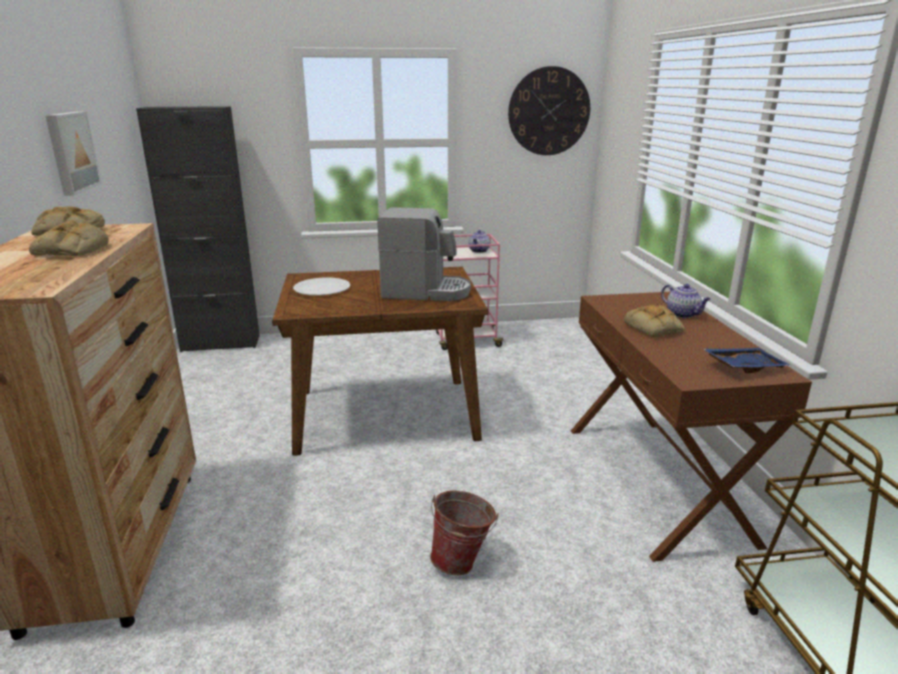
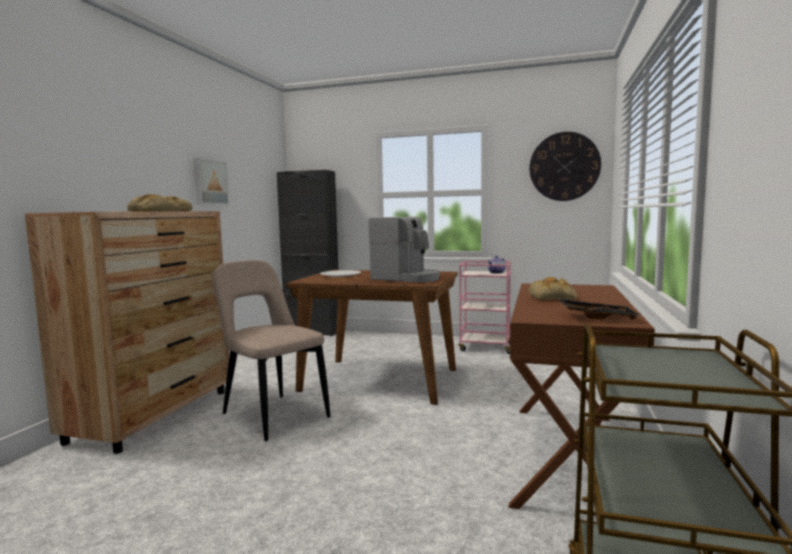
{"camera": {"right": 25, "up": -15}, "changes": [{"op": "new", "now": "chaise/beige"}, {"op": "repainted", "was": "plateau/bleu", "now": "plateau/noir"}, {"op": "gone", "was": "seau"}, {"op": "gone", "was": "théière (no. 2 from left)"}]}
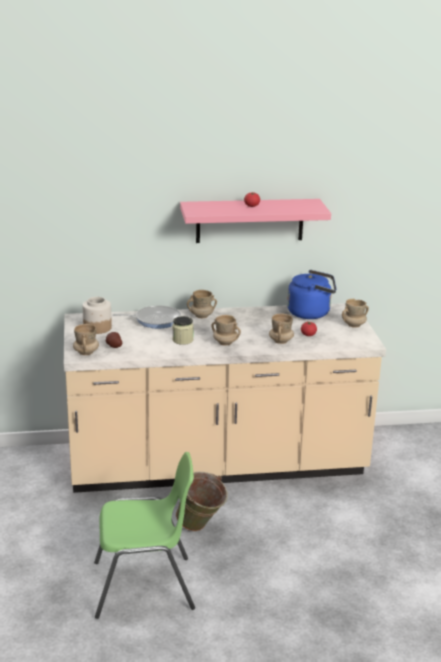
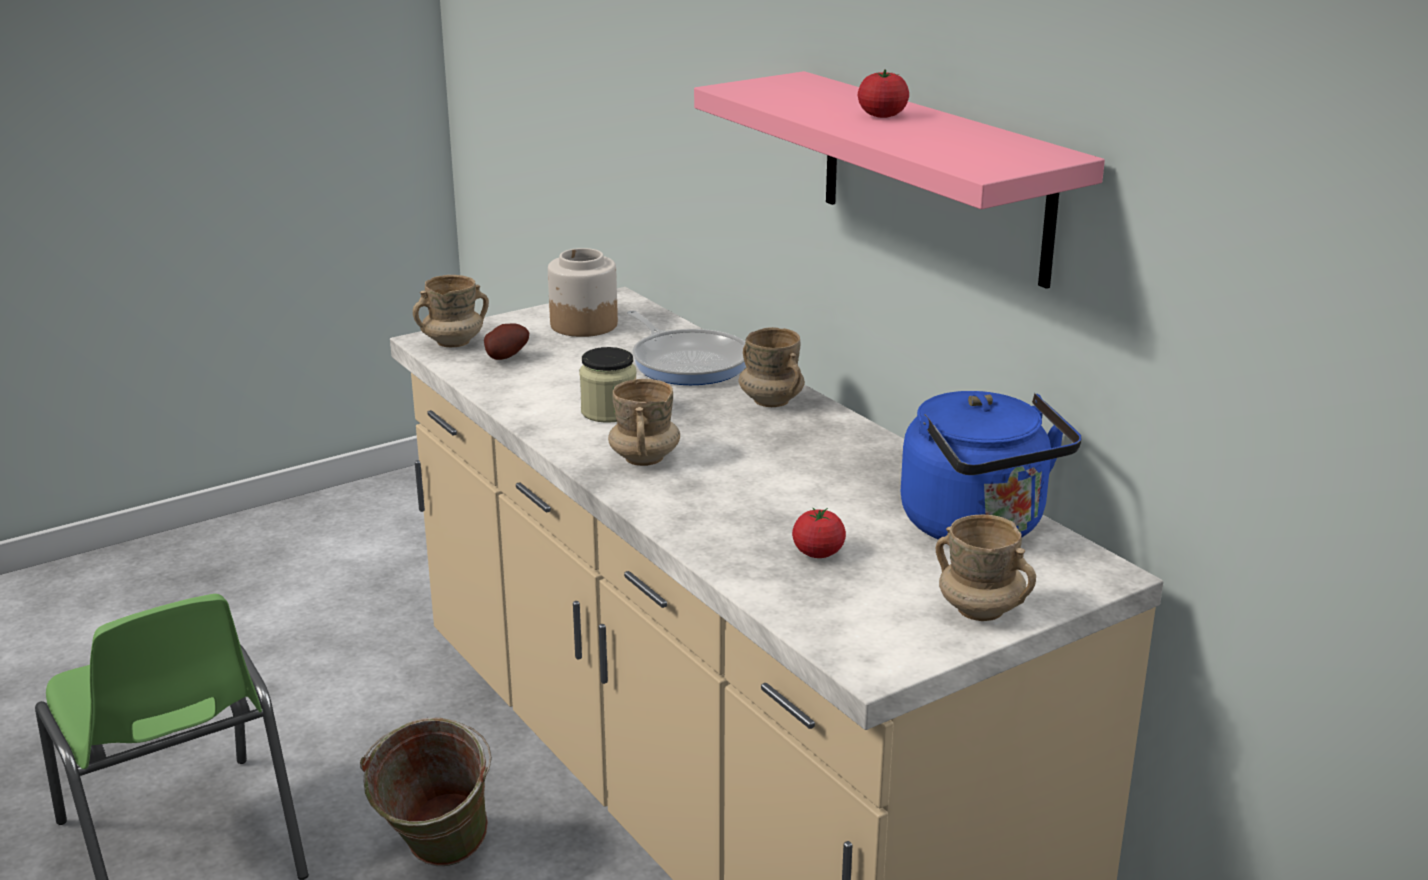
{"camera": {"right": 65, "up": 0}, "changes": [{"op": "gone", "was": "mug/beige (no. 4 from left)"}]}
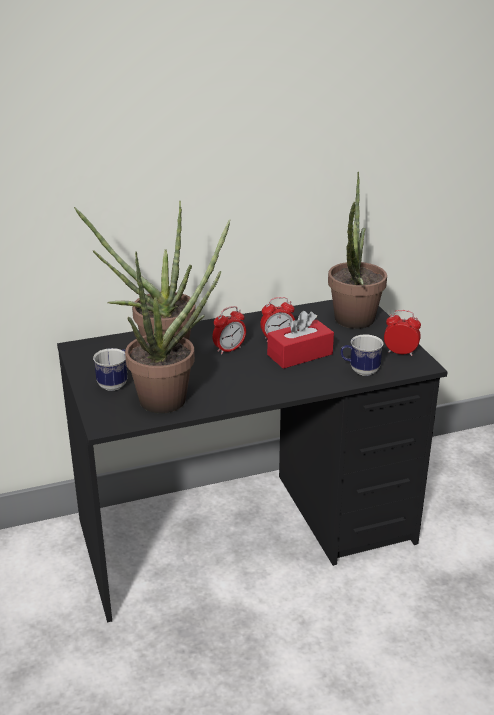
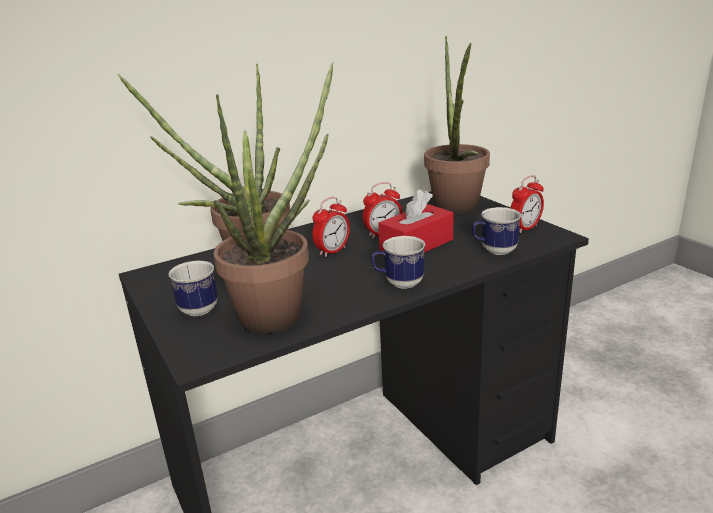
{"camera": {"right": -10, "up": -5}, "changes": [{"op": "new", "now": "mug (no. 2 from left)"}, {"op": "rotated", "was": "réveil (no. 3 from left)", "clockwise": 135}]}
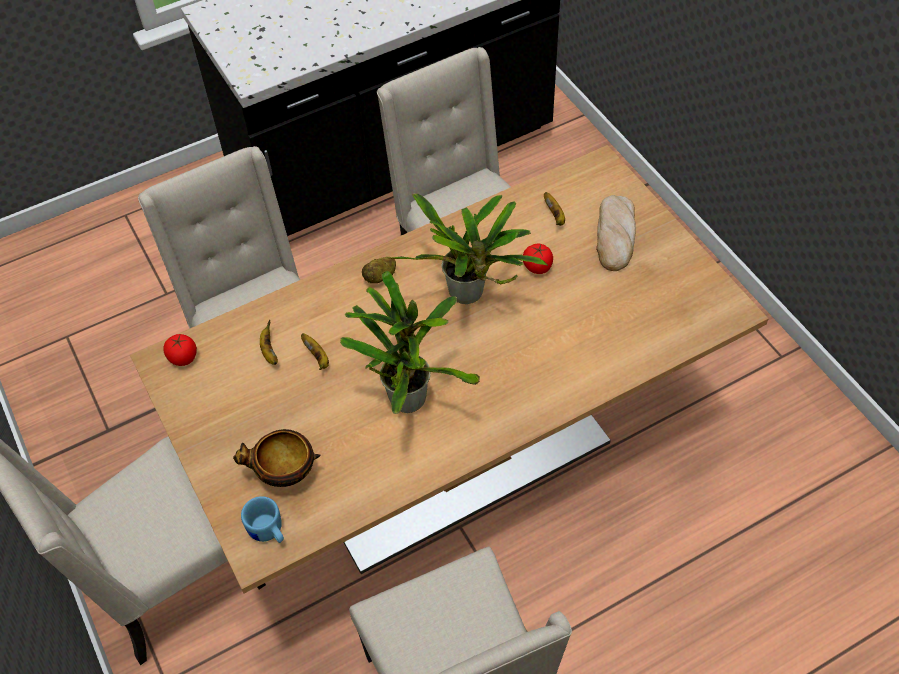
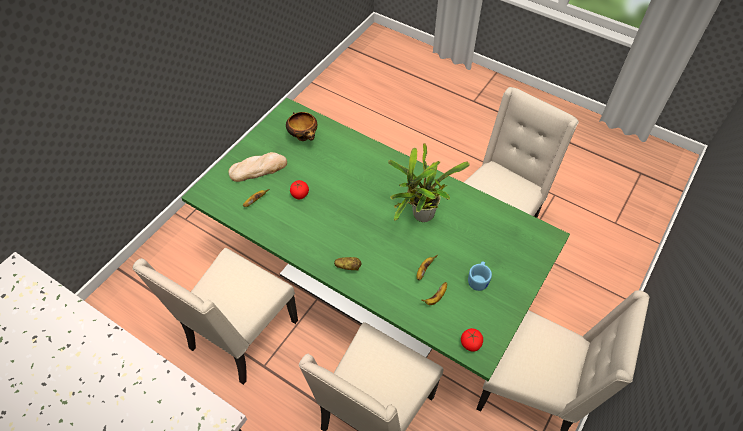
{"camera": {"right": -120, "up": 0}, "changes": [{"op": "repainted", "was": "table à manger/beige", "now": "table à manger/vert"}, {"op": "shifted", "was": "bol"}, {"op": "shifted", "was": "mug/bleu"}, {"op": "gone", "was": "plante en pot (no. 2 from left)"}]}
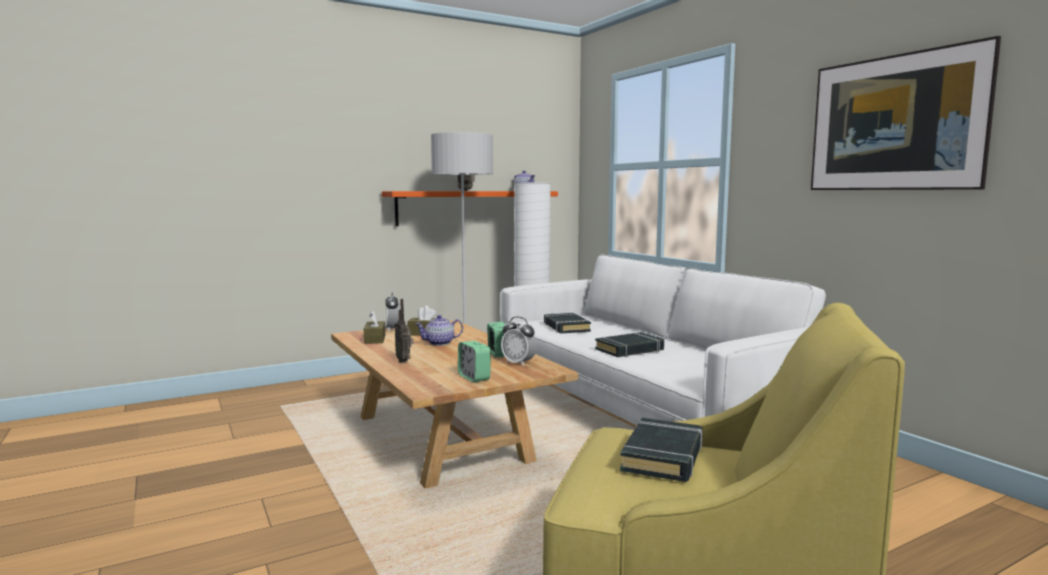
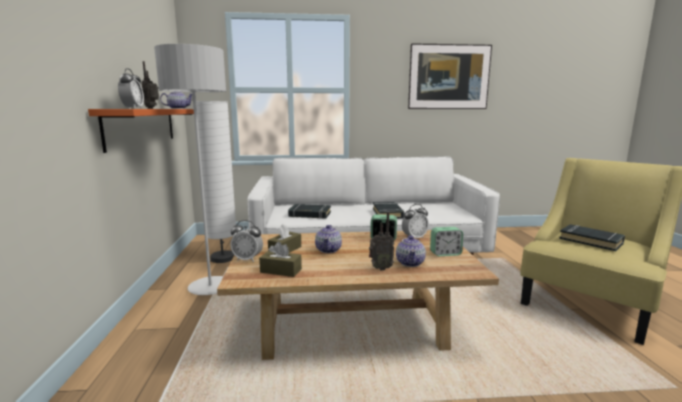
{"camera": {"right": -65, "up": 5}, "changes": [{"op": "new", "now": "réveil (no. 1 from left)"}, {"op": "new", "now": "théière (no. 3 from left)"}]}
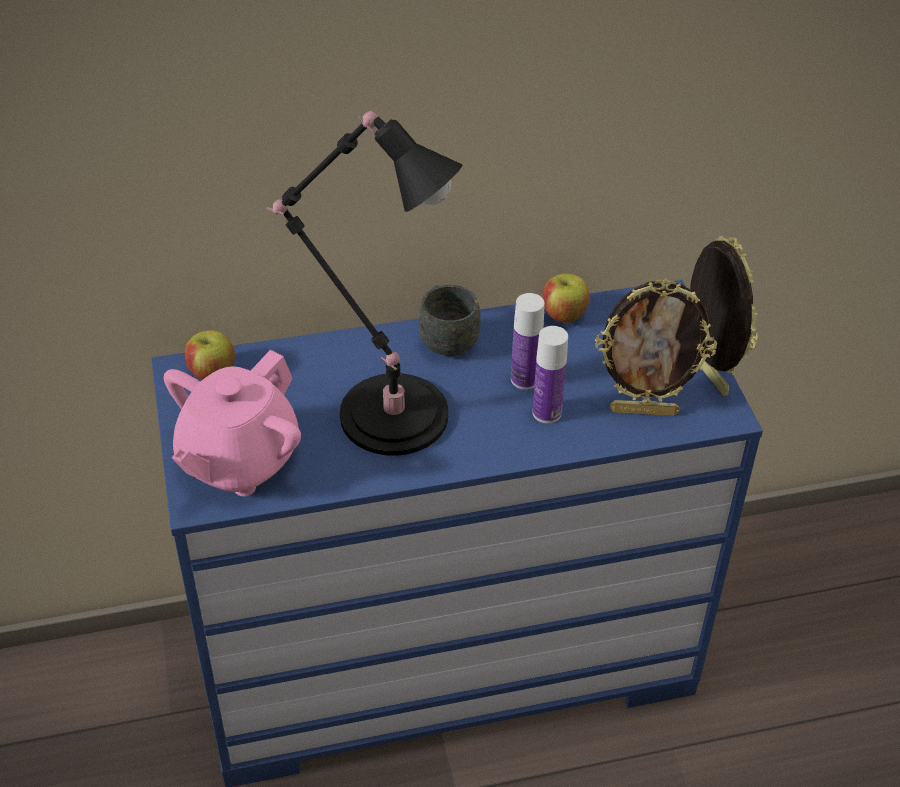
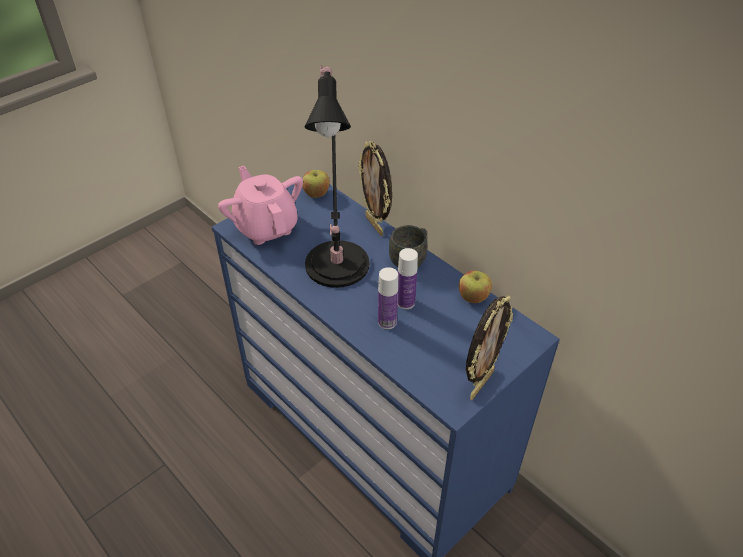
{"camera": {"right": 60, "up": 0}, "changes": [{"op": "rotated", "was": "théière/rose", "clockwise": 60}, {"op": "shifted", "was": "cadre photo (no. 1 from left)"}]}
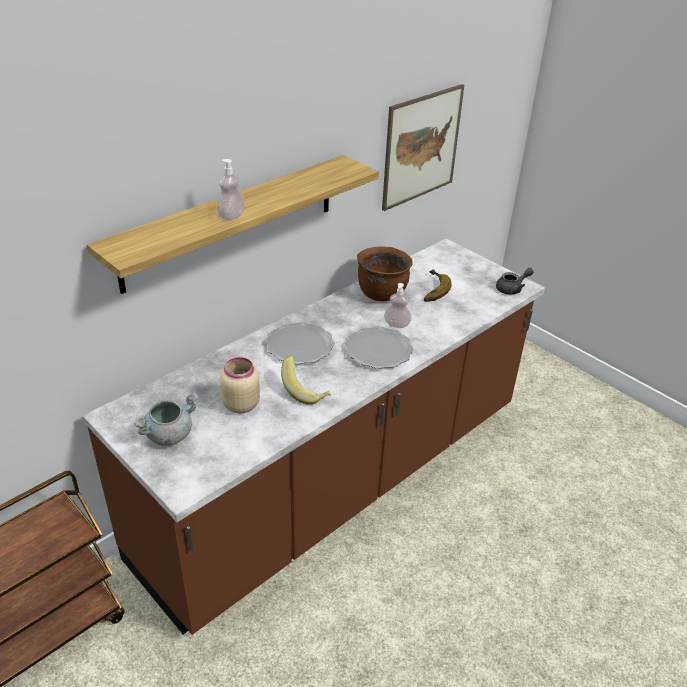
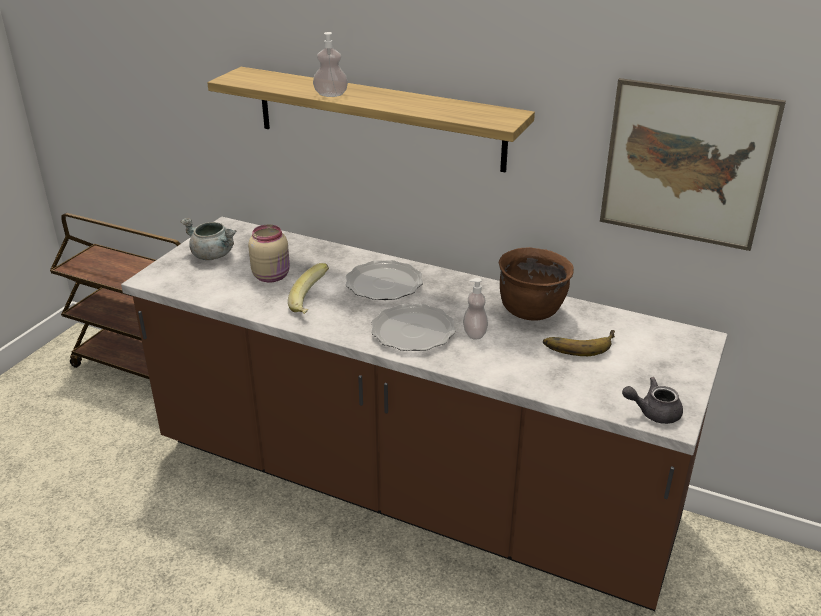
{"camera": {"right": 70, "up": -5}, "changes": [{"op": "rotated", "was": "théière/gris", "clockwise": 135}]}
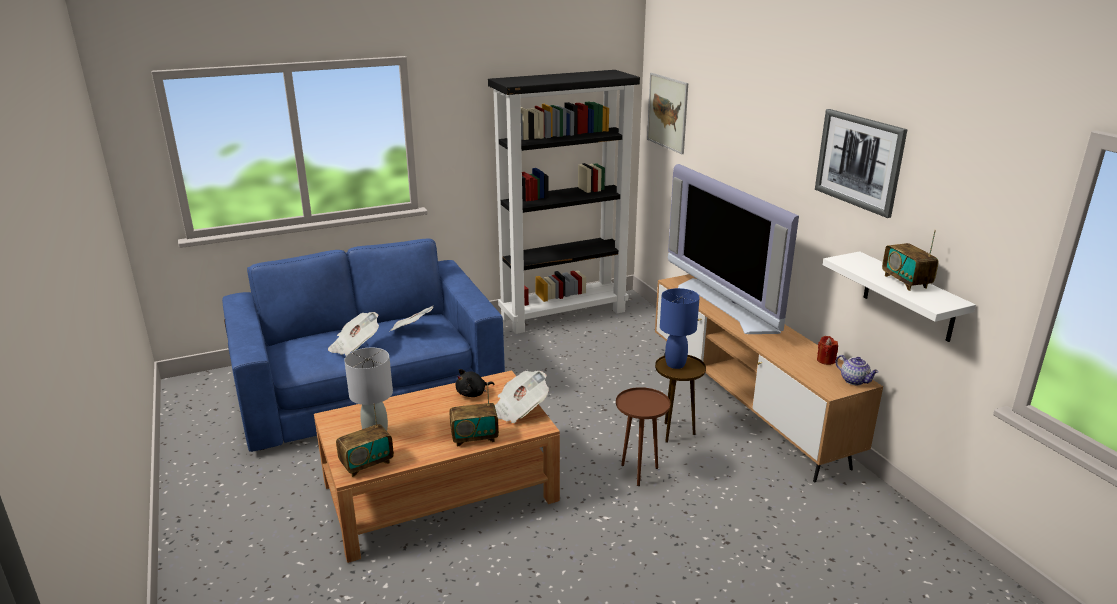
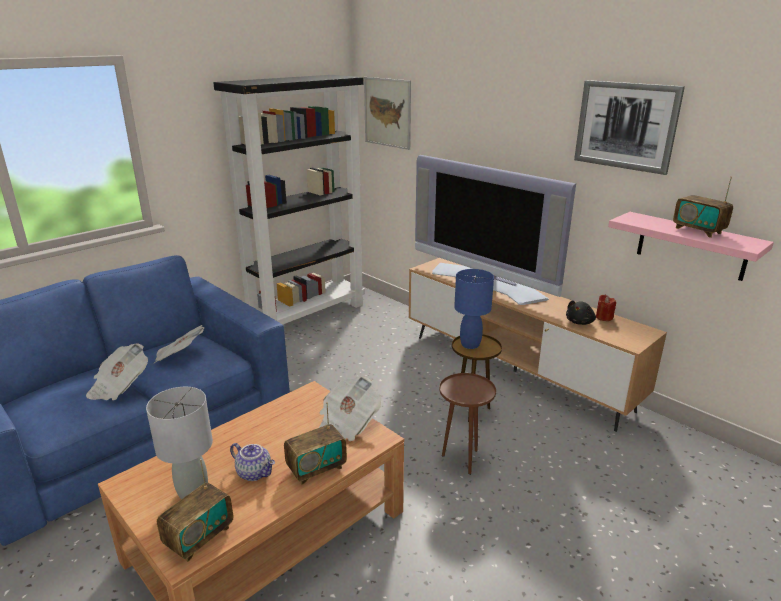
{"camera": {"right": -20, "up": 0}, "changes": [{"op": "shifted", "was": "théière"}, {"op": "shifted", "was": "peluche/noir"}, {"op": "repainted", "was": "étagère/blanc", "now": "étagère/rose"}]}
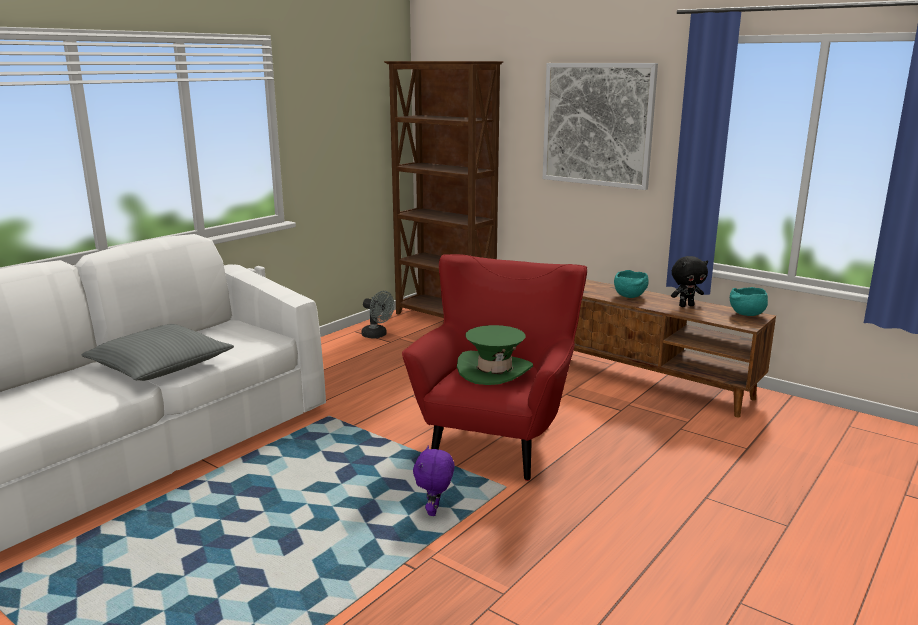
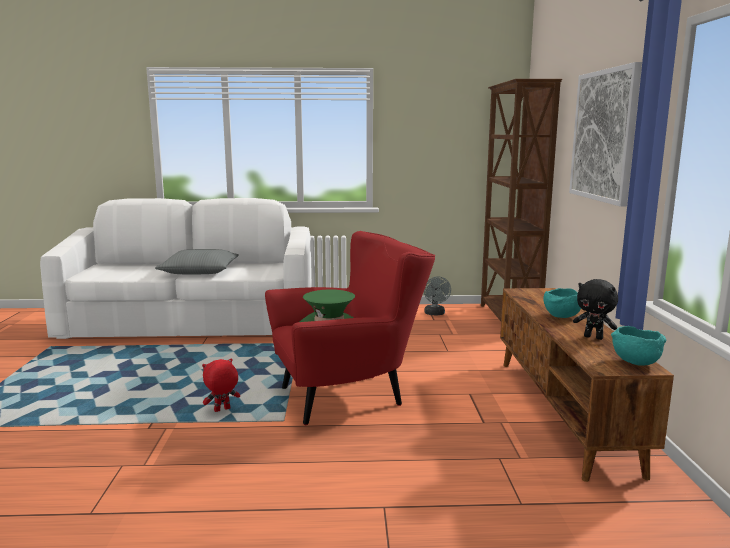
{"camera": {"right": 50, "up": -5}, "changes": [{"op": "repainted", "was": "peluche/violet", "now": "peluche/rouge"}]}
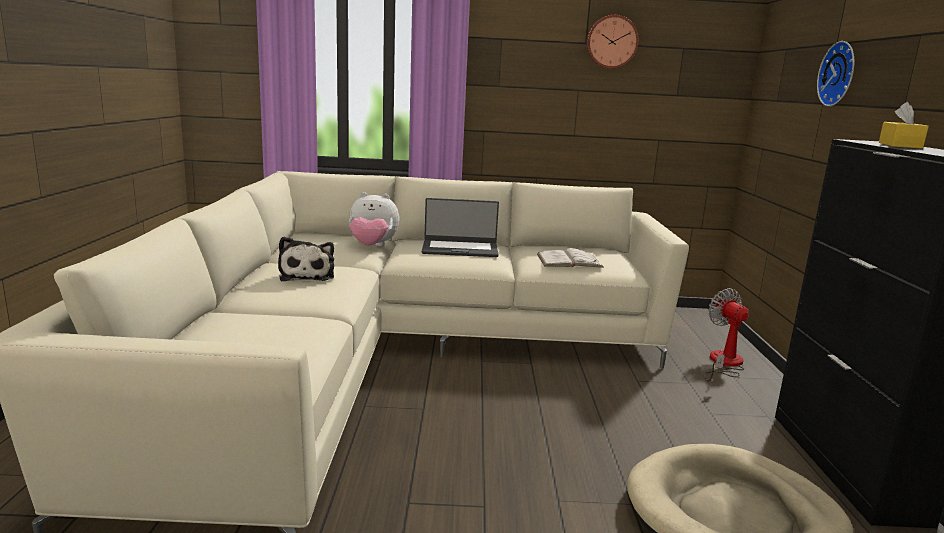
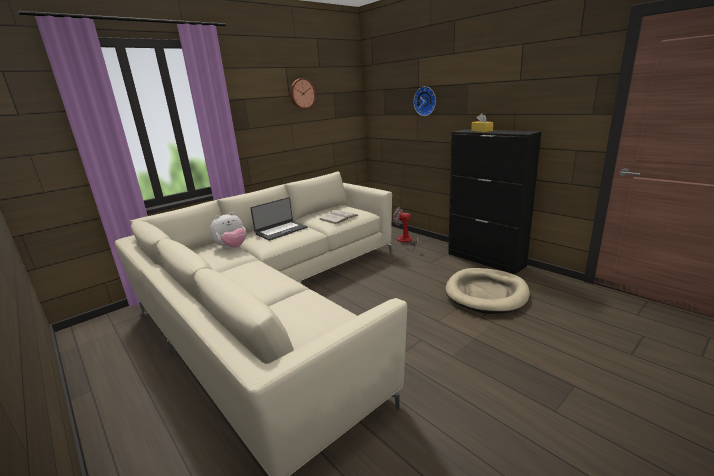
{"camera": {"right": -40, "up": 5}, "changes": [{"op": "gone", "was": "peluche (no. 1 from left)"}]}
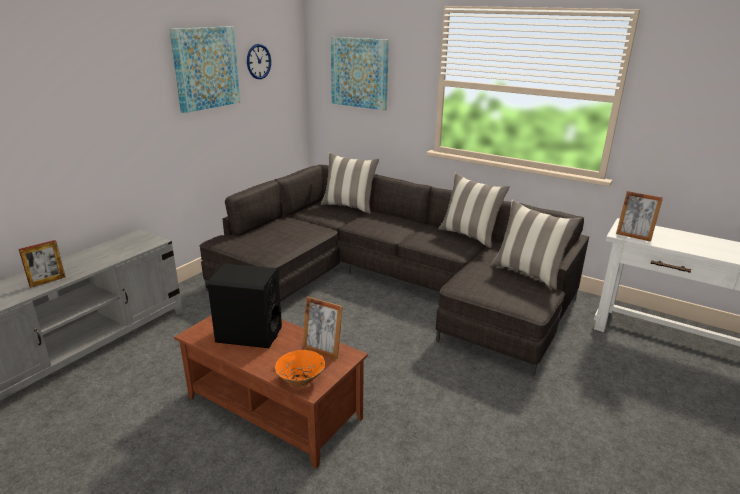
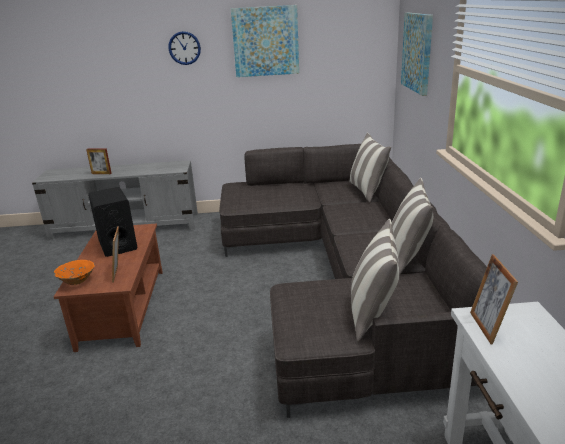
{"camera": {"right": 55, "up": 0}, "changes": [{"op": "shifted", "was": "horloge murale"}]}
